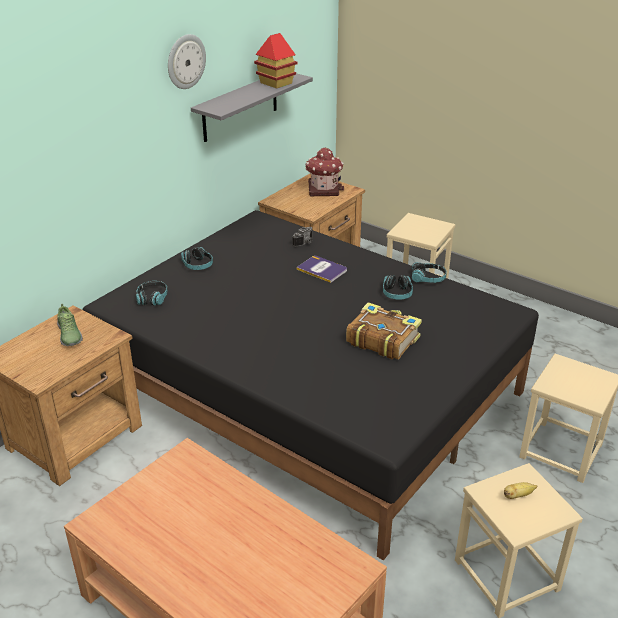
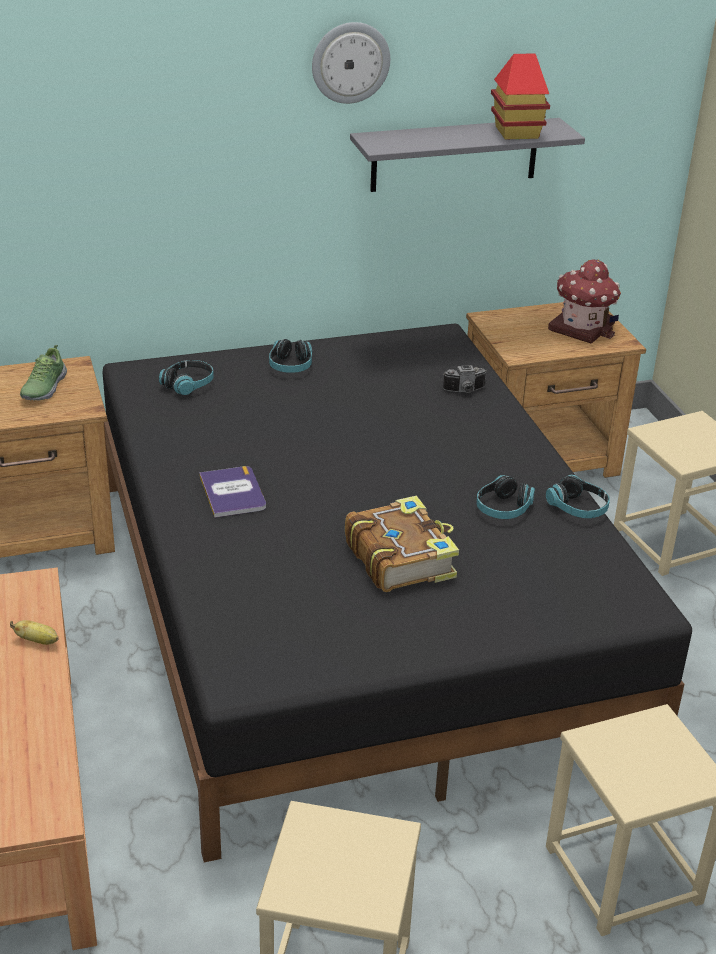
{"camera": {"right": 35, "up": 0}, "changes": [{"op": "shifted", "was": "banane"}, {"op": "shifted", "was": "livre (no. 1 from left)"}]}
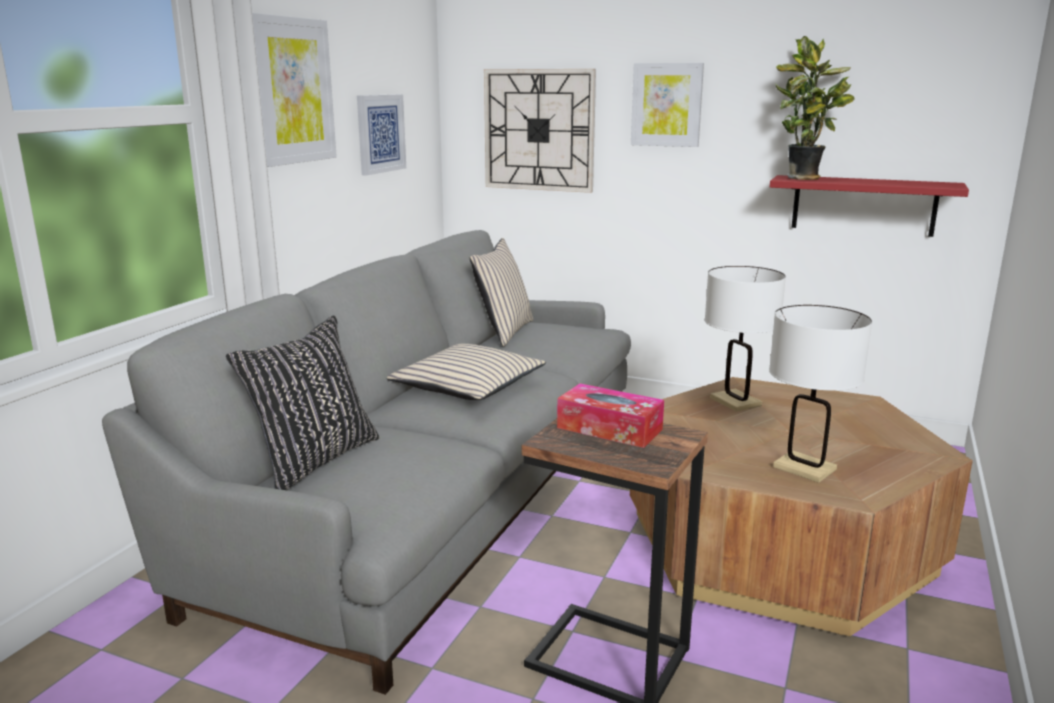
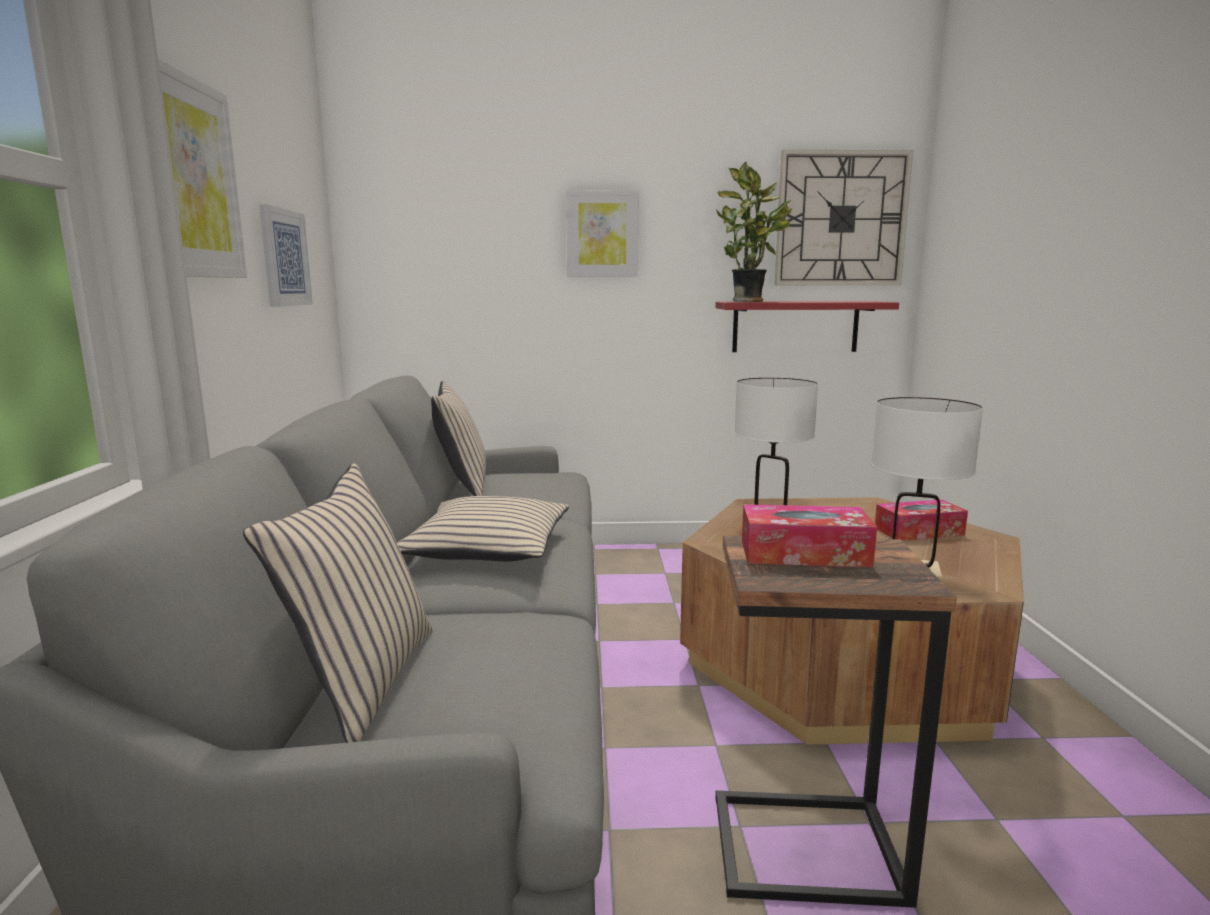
{"camera": {"right": -25, "up": -5}, "changes": [{"op": "repainted", "was": "coussin/noir", "now": "coussin/beige (no. 1 from left)"}, {"op": "shifted", "was": "horloge murale"}, {"op": "new", "now": "boîte à mouchoirs (no. 2 from left)"}]}
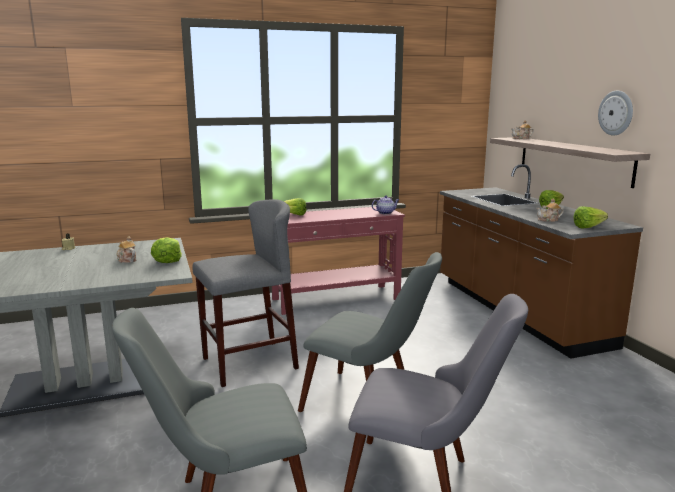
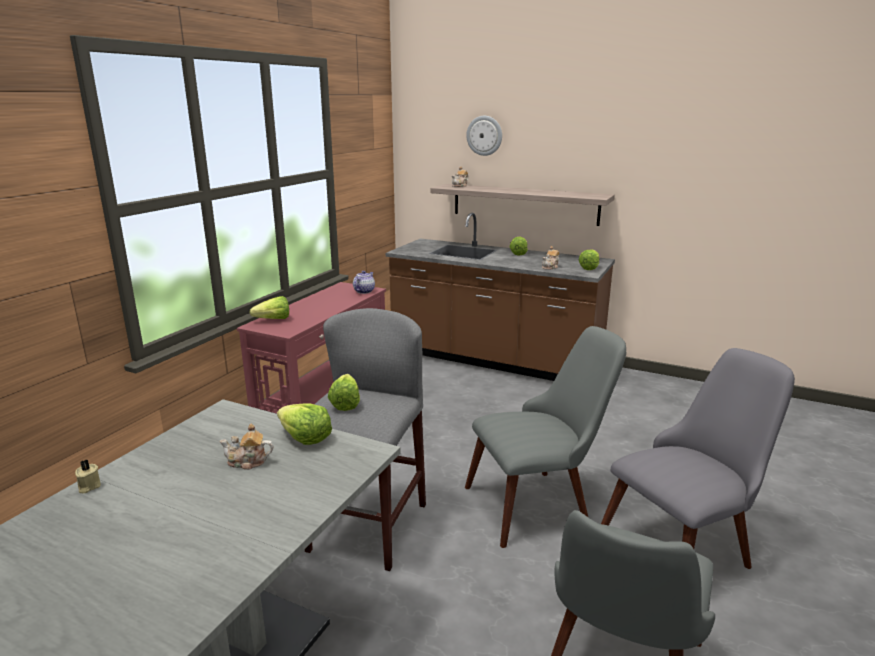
{"camera": {"right": -45, "up": 5}, "changes": [{"op": "new", "now": "laitue (no. 3 from left)"}, {"op": "shifted", "was": "horloge murale"}]}
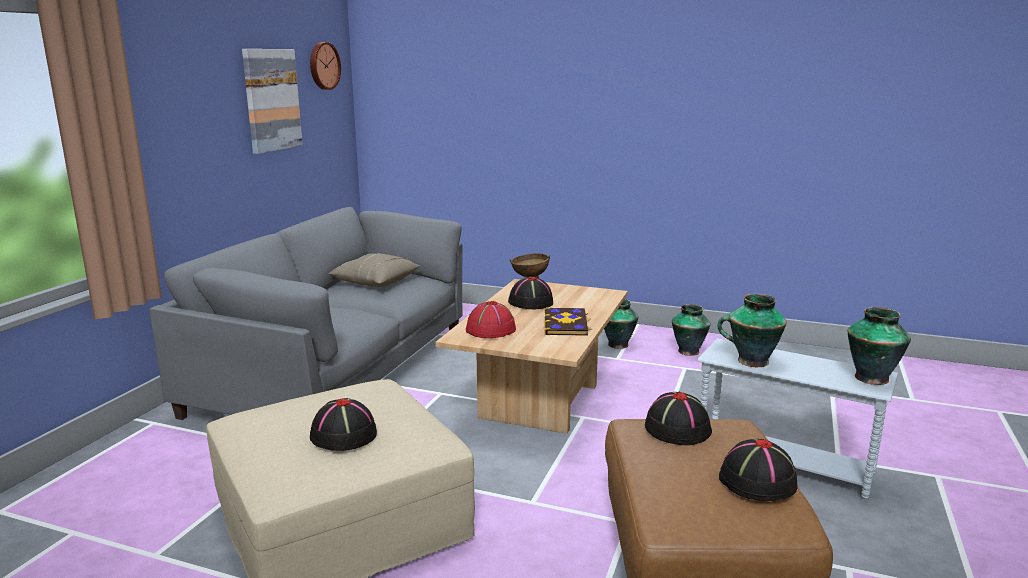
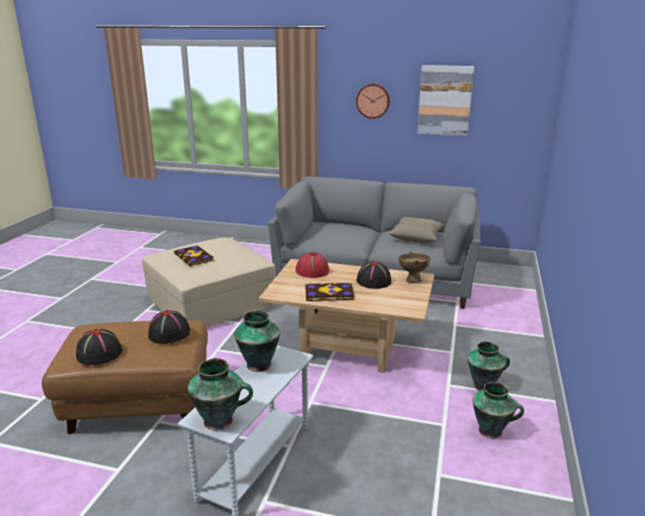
{"camera": {"right": 85, "up": 5}, "changes": [{"op": "swapped", "was": "chapeau/noir (no. 1 from left)", "now": "livre (no. 1 from left)"}, {"op": "shifted", "was": "horloge murale"}]}
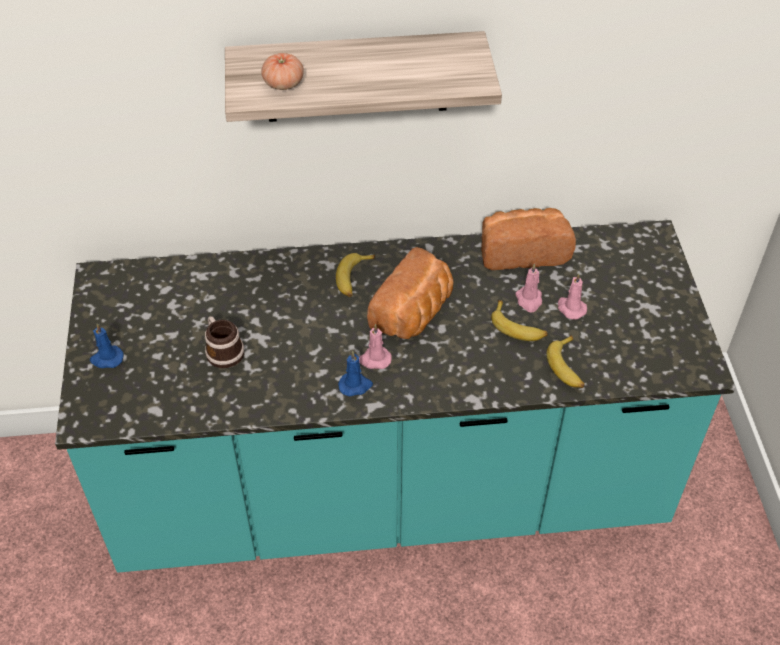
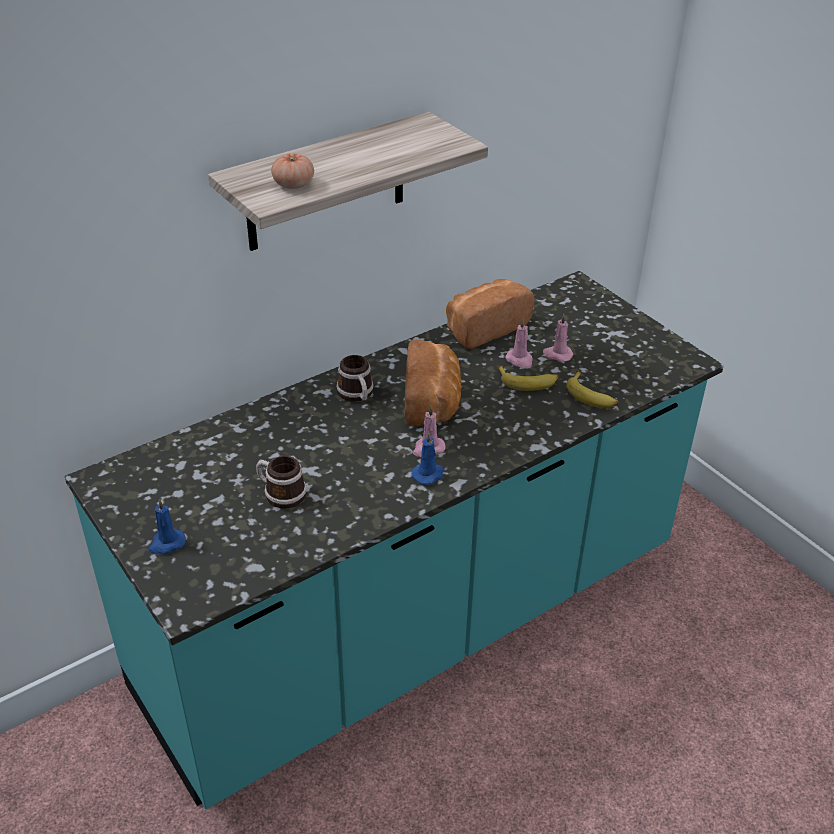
{"camera": {"right": -30, "up": -10}, "changes": [{"op": "swapped", "was": "banane (no. 1 from left)", "now": "mug (no. 2 from left)"}]}
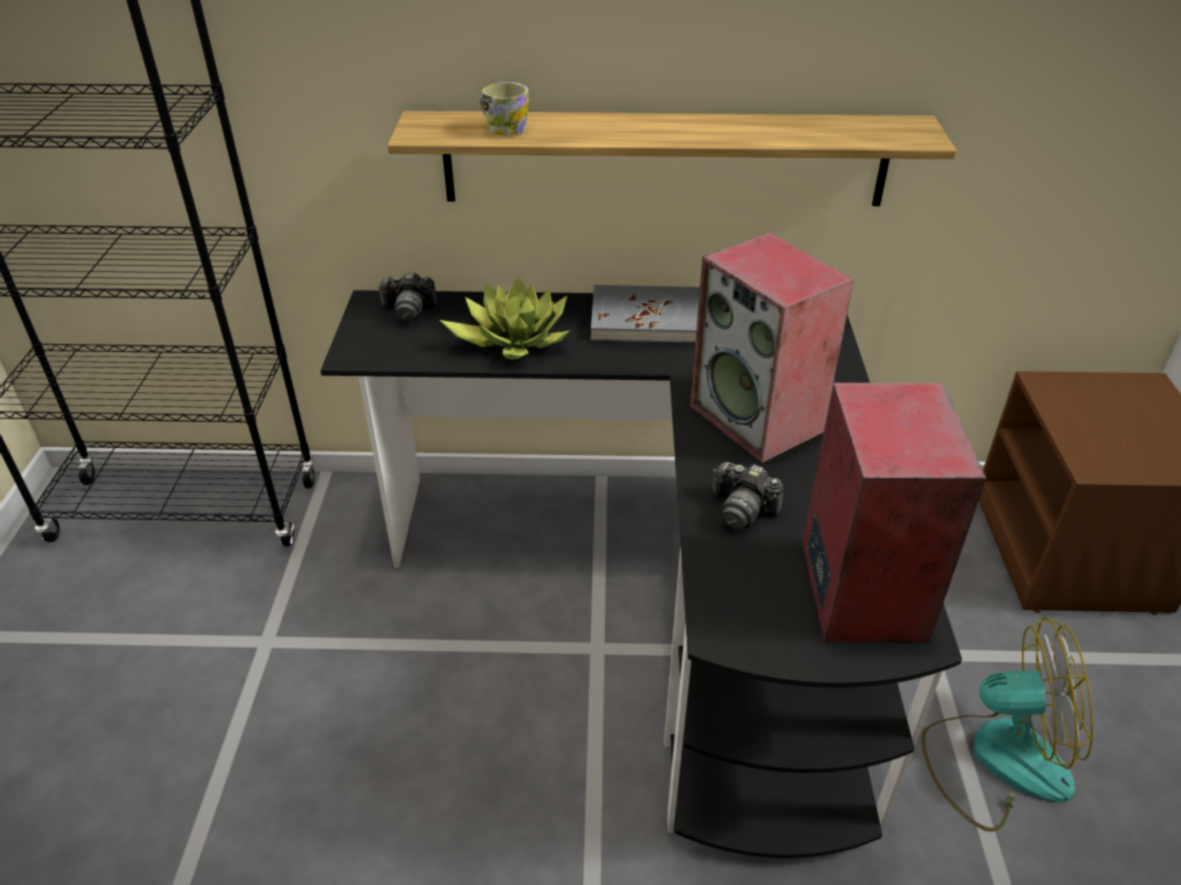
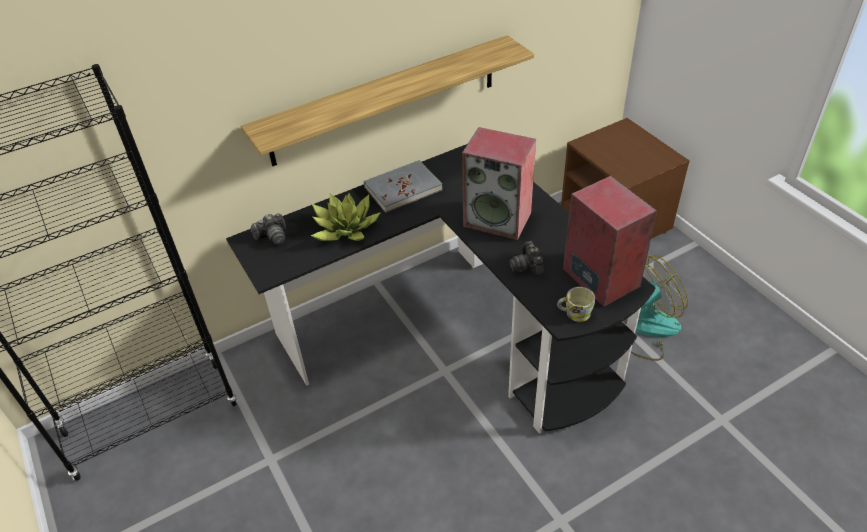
{"camera": {"right": -30, "up": 5}, "changes": [{"op": "rotated", "was": "appareil photo (no. 2 from left)", "clockwise": 75}, {"op": "shifted", "was": "mug"}]}
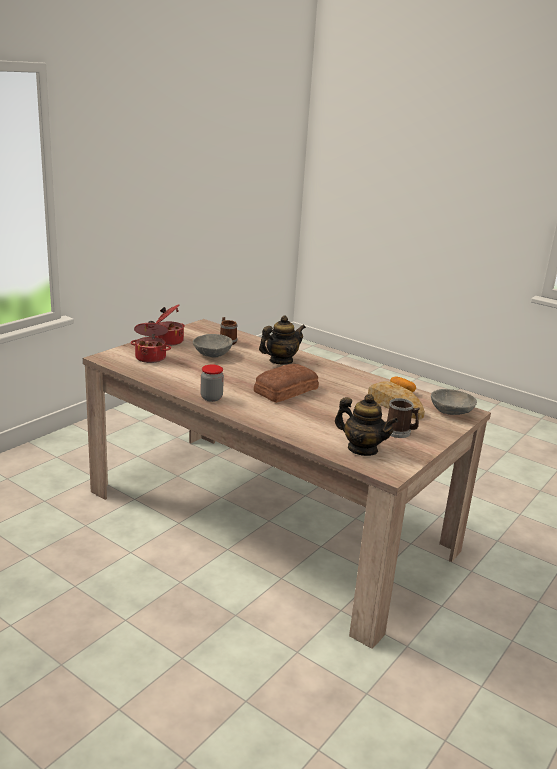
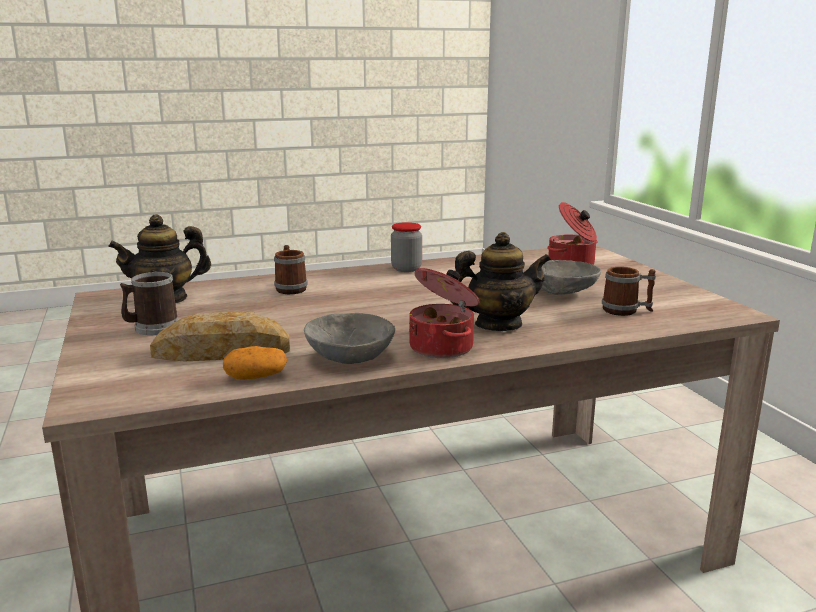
{"camera": {"right": 125, "up": -5}, "changes": [{"op": "new", "now": "mug (no. 2 from left)"}, {"op": "shifted", "was": "bol/gris (no. 2 from left in the first image)", "now": "bol/gris (no. 1 from left)"}, {"op": "shifted", "was": "marmite (no. 2 from left in the first image)", "now": "marmite (no. 1 from left)"}, {"op": "rotated", "was": "théière (no. 1 from left in the first image)", "clockwise": -105}, {"op": "gone", "was": "pain (no. 1 from left)"}]}
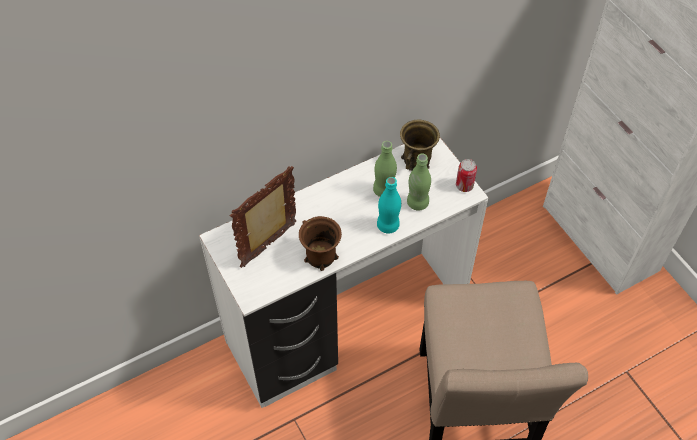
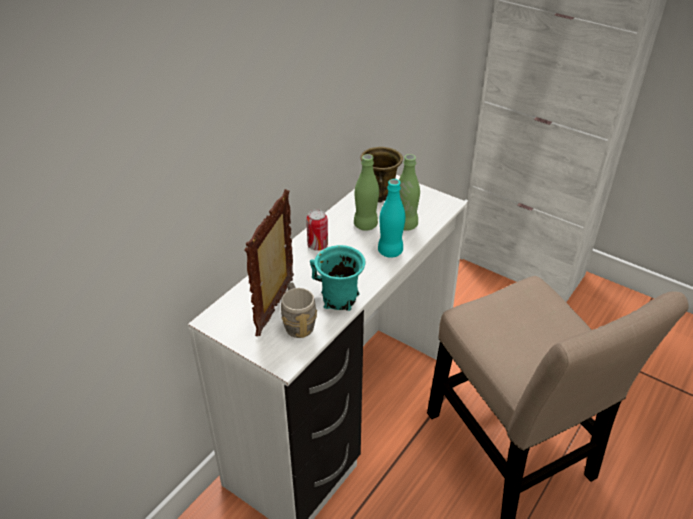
{"camera": {"right": -25, "up": -15}, "changes": [{"op": "new", "now": "mug/gris"}, {"op": "shifted", "was": "boîte métallique"}, {"op": "repainted", "was": "mug/marron (no. 1 from left)", "now": "mug/turquoise"}]}
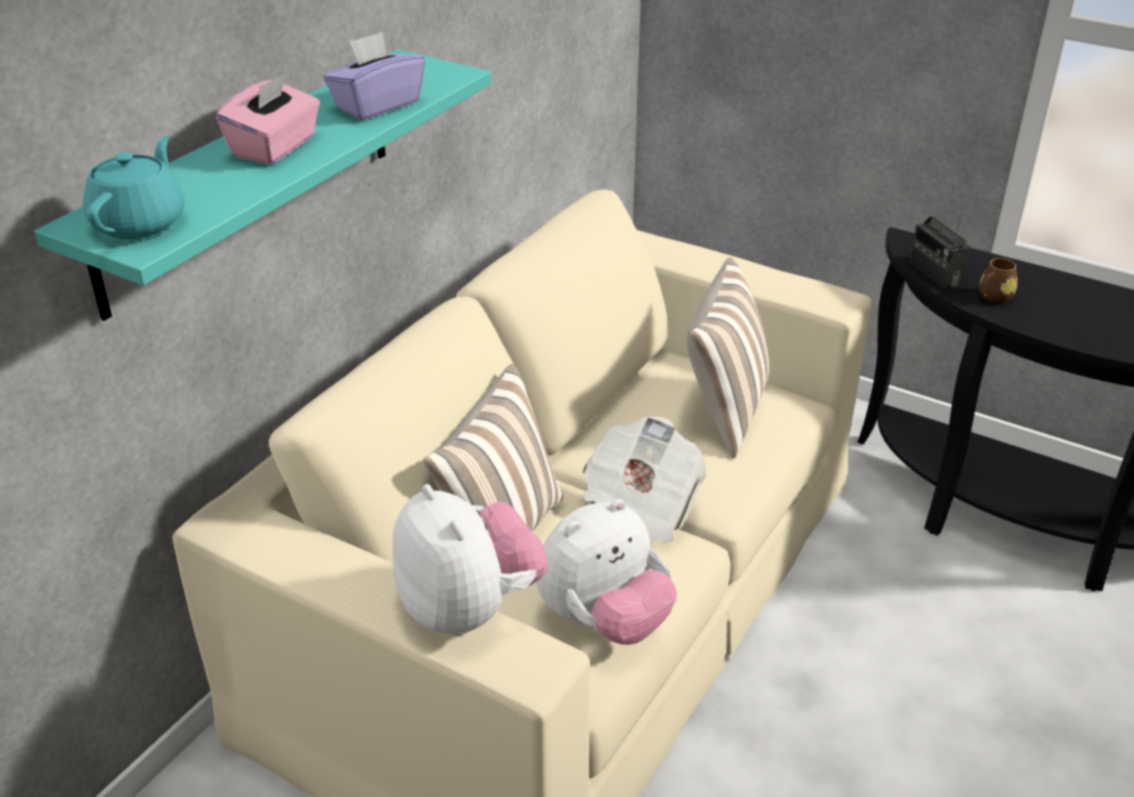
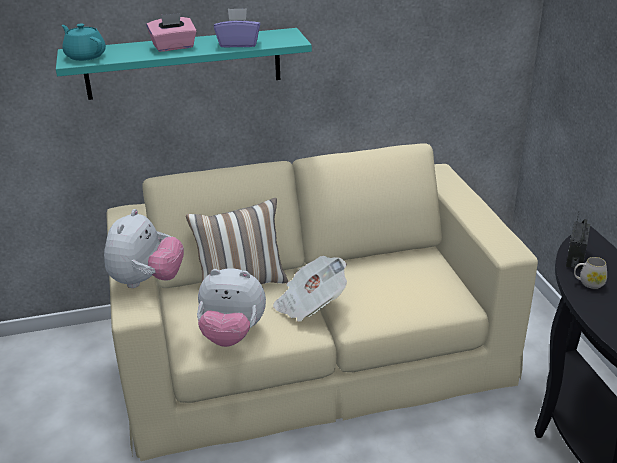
{"camera": {"right": 45, "up": -5}, "changes": [{"op": "rotated", "was": "théière/turquoise", "clockwise": -105}, {"op": "repainted", "was": "mug/marron", "now": "mug/blanc"}, {"op": "gone", "was": "coussin (no. 2 from left)"}]}
